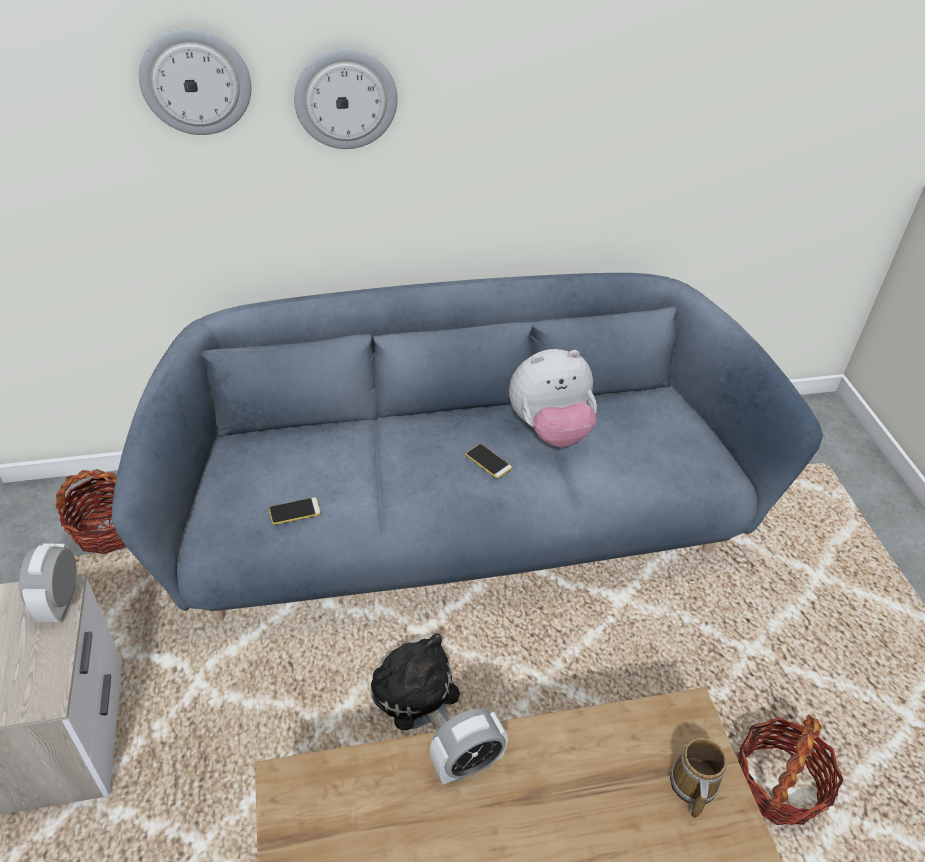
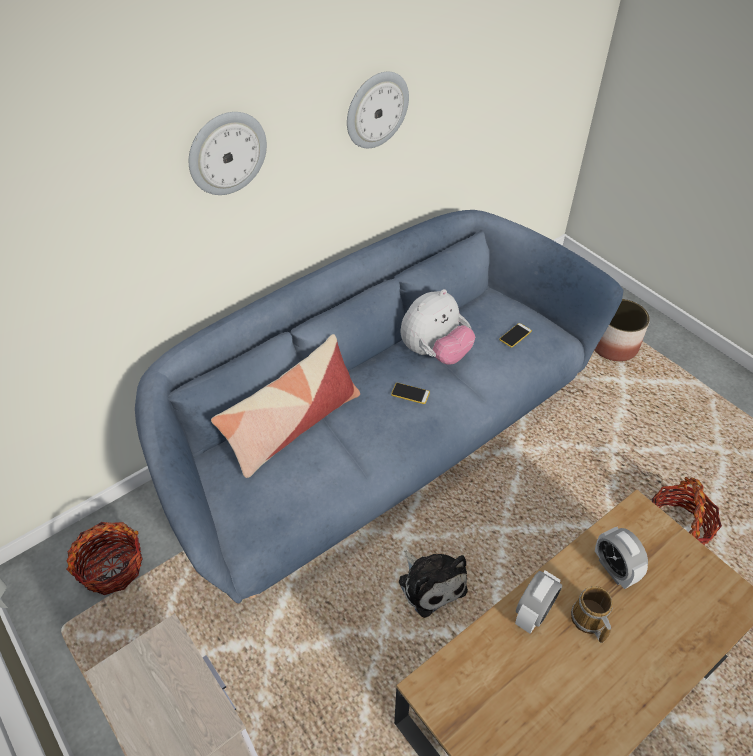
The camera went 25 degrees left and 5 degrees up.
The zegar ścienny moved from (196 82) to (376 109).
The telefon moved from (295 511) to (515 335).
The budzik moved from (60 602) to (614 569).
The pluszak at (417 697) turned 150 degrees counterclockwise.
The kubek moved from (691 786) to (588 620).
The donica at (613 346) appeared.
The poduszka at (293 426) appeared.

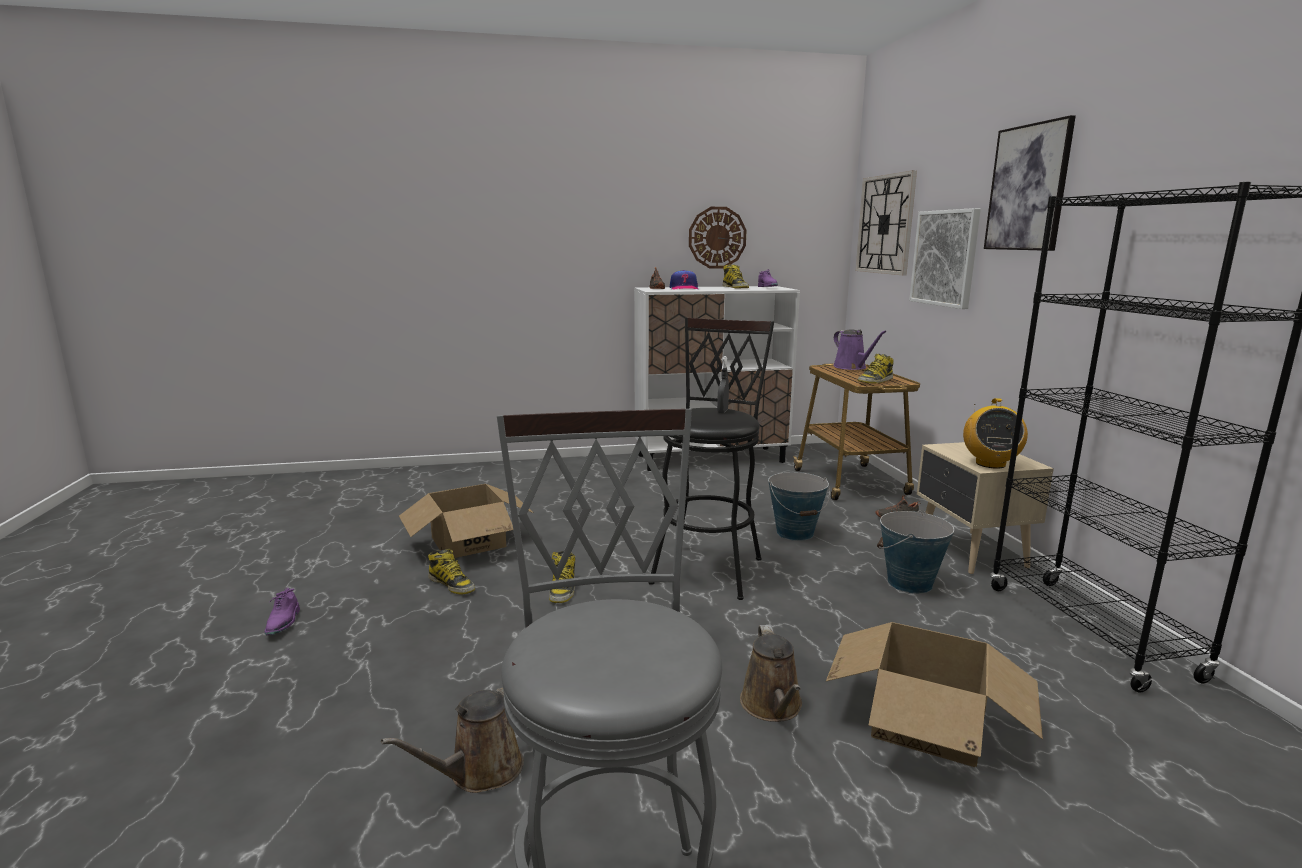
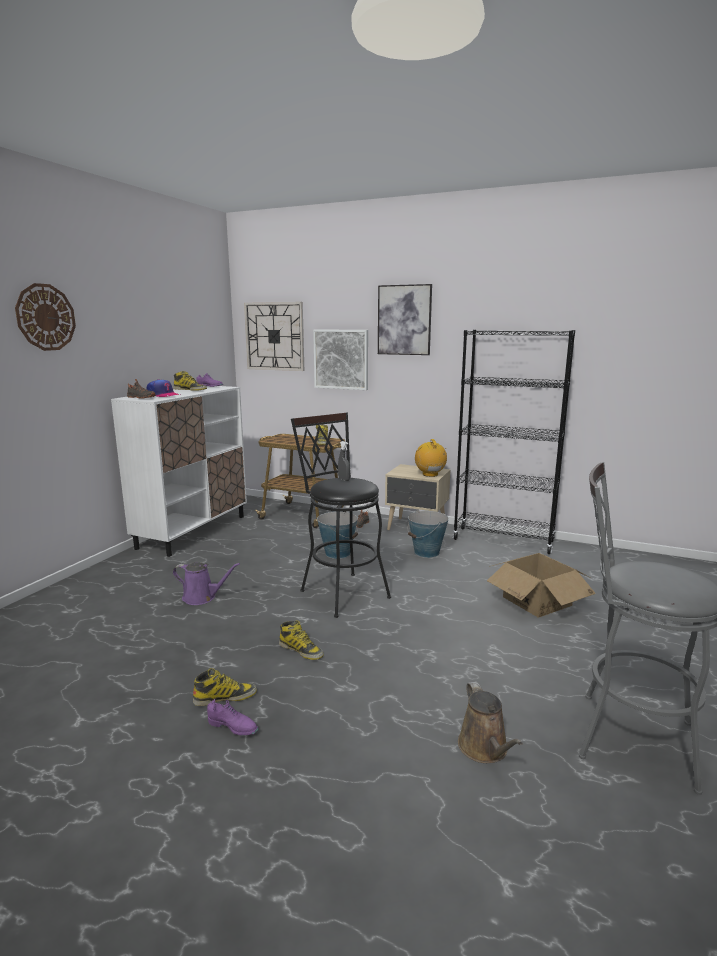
The camera went 55 degrees left and 0 degrees up.
The zegar ścienny moved from (717 237) to (45 317).
The konewka (fioletowy) moved from (852 367) to (202 597).
The radio at (990 464) turned 150 degrees counterclockwise.
The karton at (469 542) disappeared.
The but (fioletowy) moved from (283 623) to (233 727).
The konewka (brązowy) at (772 706) disappeared.

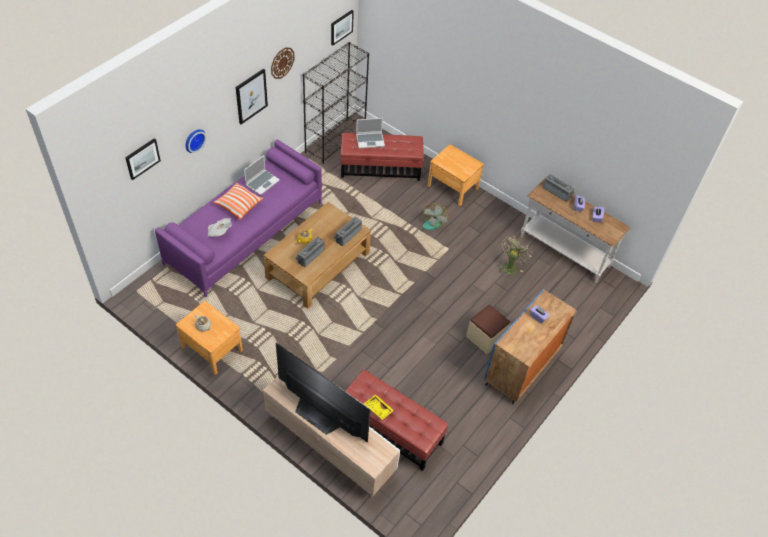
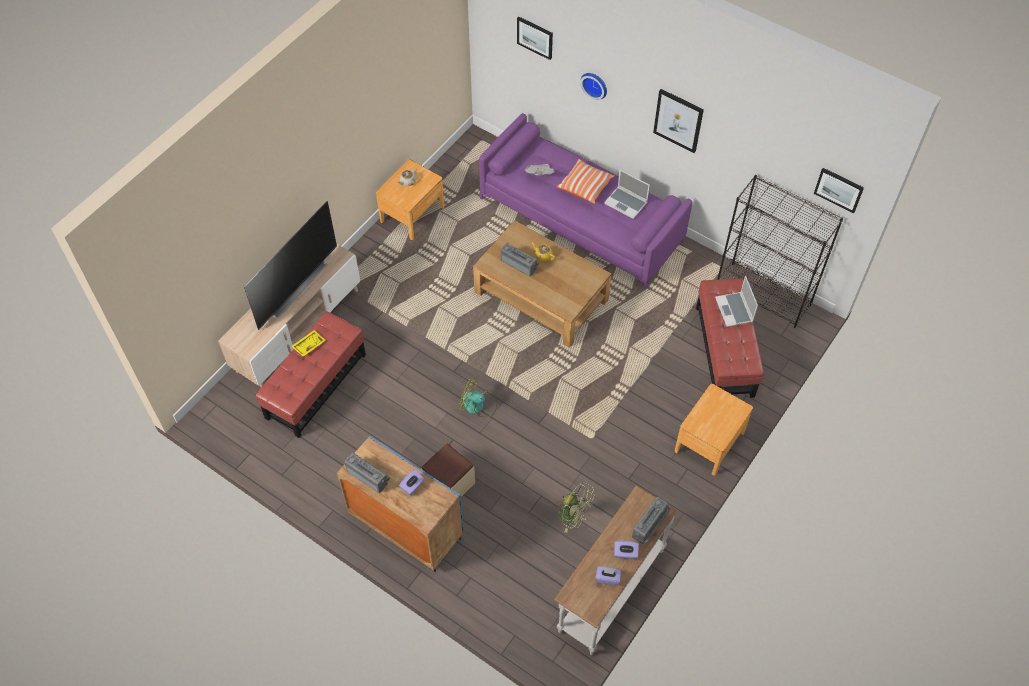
The camera went 90 degrees right and 5 degrees up.
The zegar ścienny at (282 62) disappeared.
The wentylator moved from (433 221) to (478 405).
The radio moved from (347 235) to (369 475).

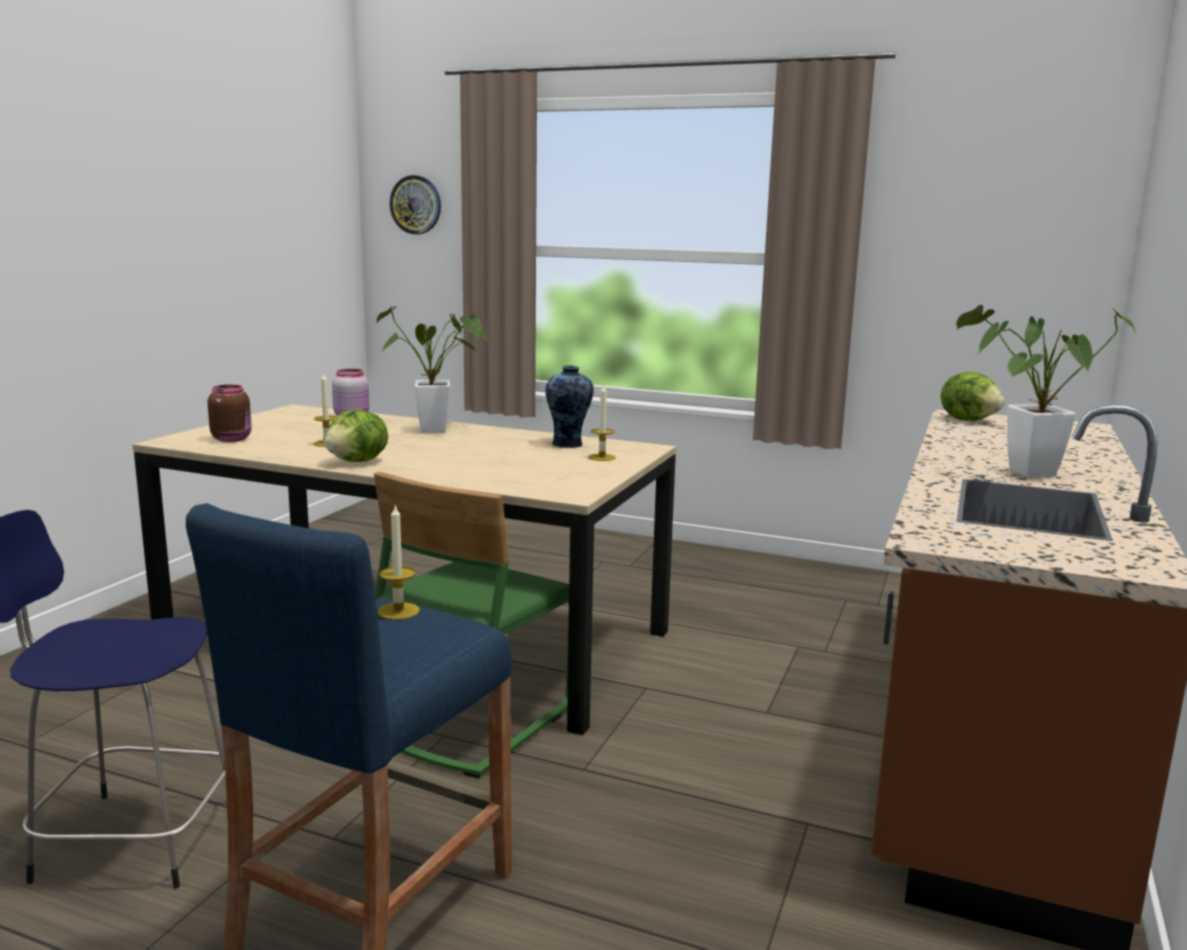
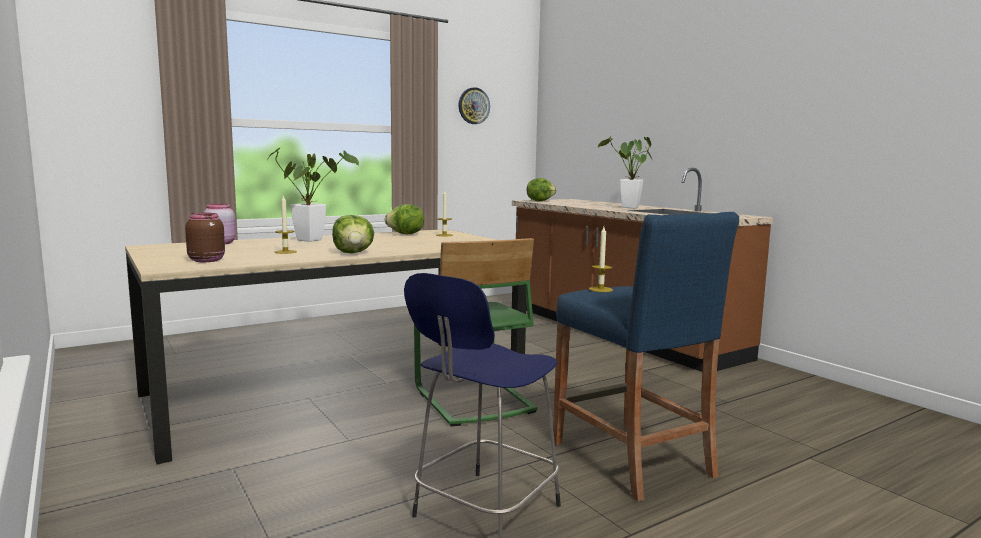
The camera went 55 degrees left and 5 degrees down.
The zegar ścienny moved from (416 205) to (473 106).
The wazon at (568 445) was replaced by the sałata at (406 234).

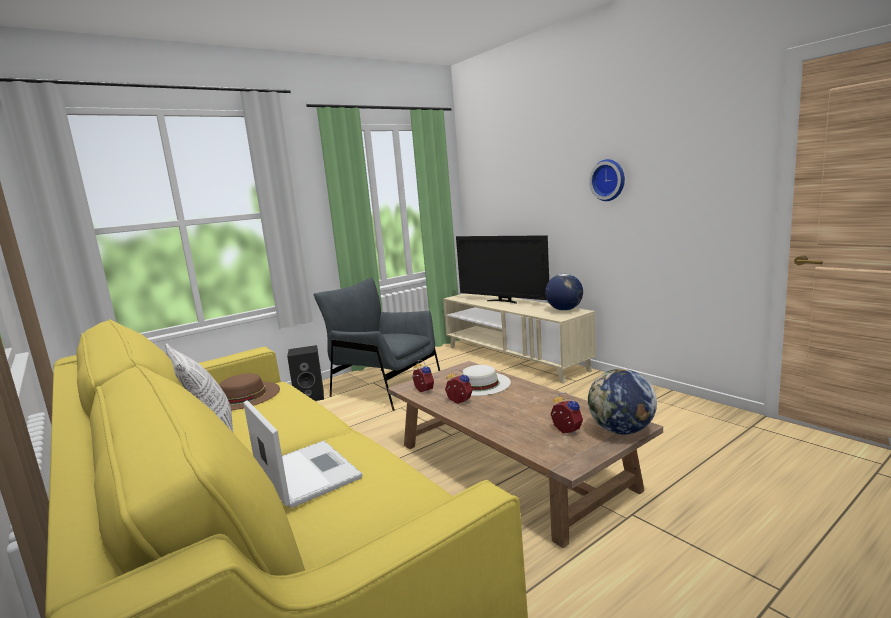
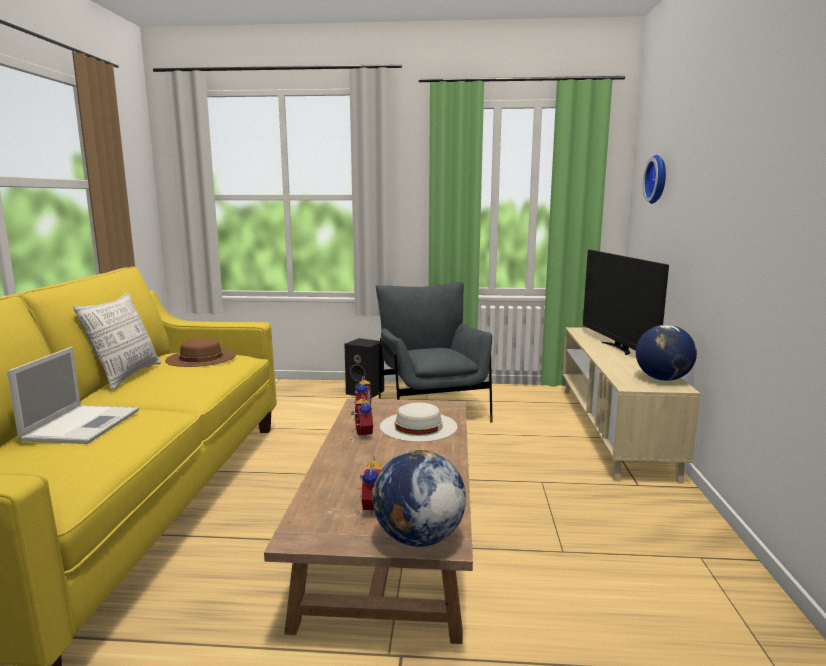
The camera went 40 degrees right and 0 degrees up.
The zegar ścienny moved from (609 180) to (658 179).

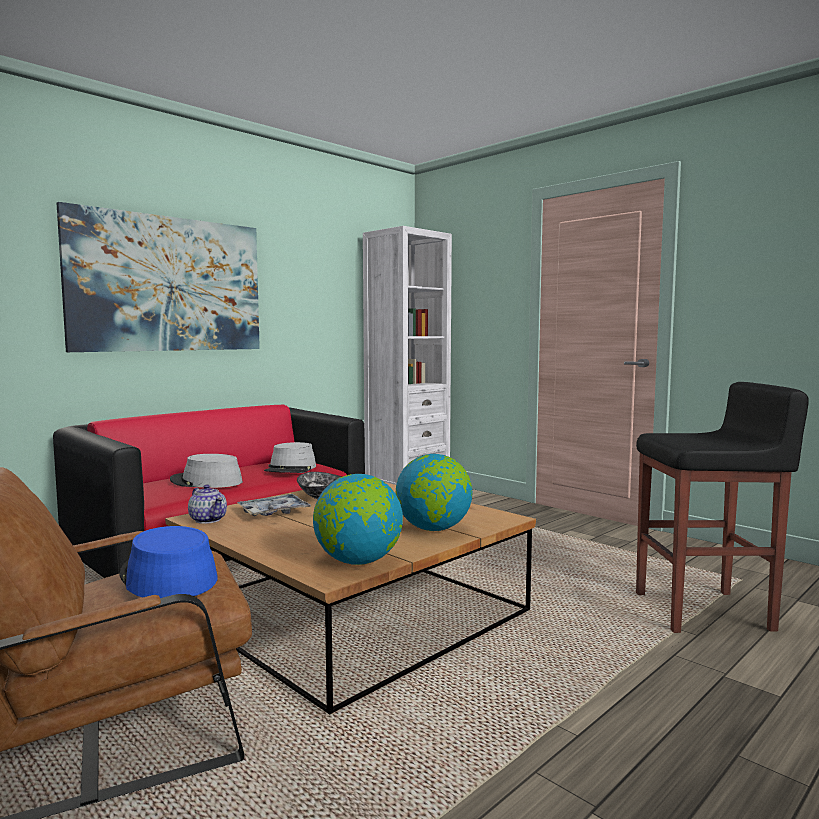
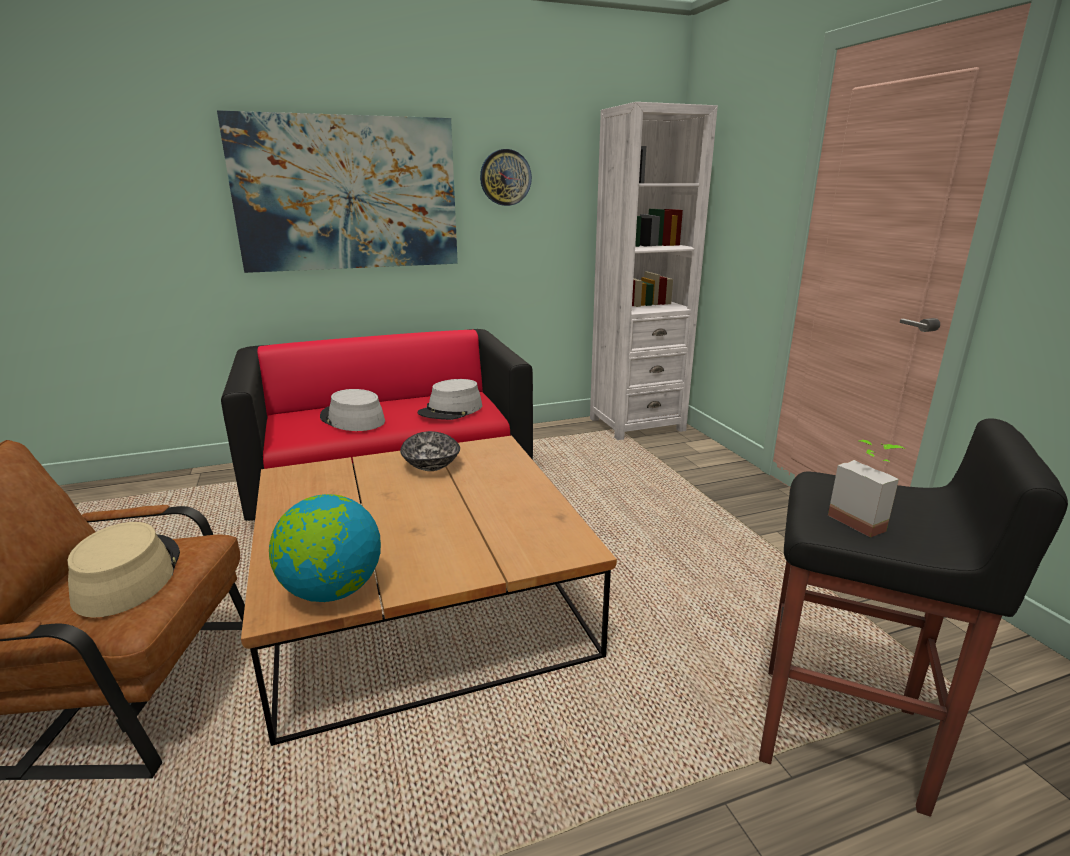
The camera went 25 degrees right and 15 degrees up.
The globus at (433 529) disappeared.
The imbryk at (208 519) disappeared.
The taca at (273 512) disappeared.
The kapelusz (niebieski) at (167 577) became the kapelusz (beżowy) at (127 576).
The zegar ścienny at (505 177) appeared.
The roślina doniczkowa at (863 520) appeared.

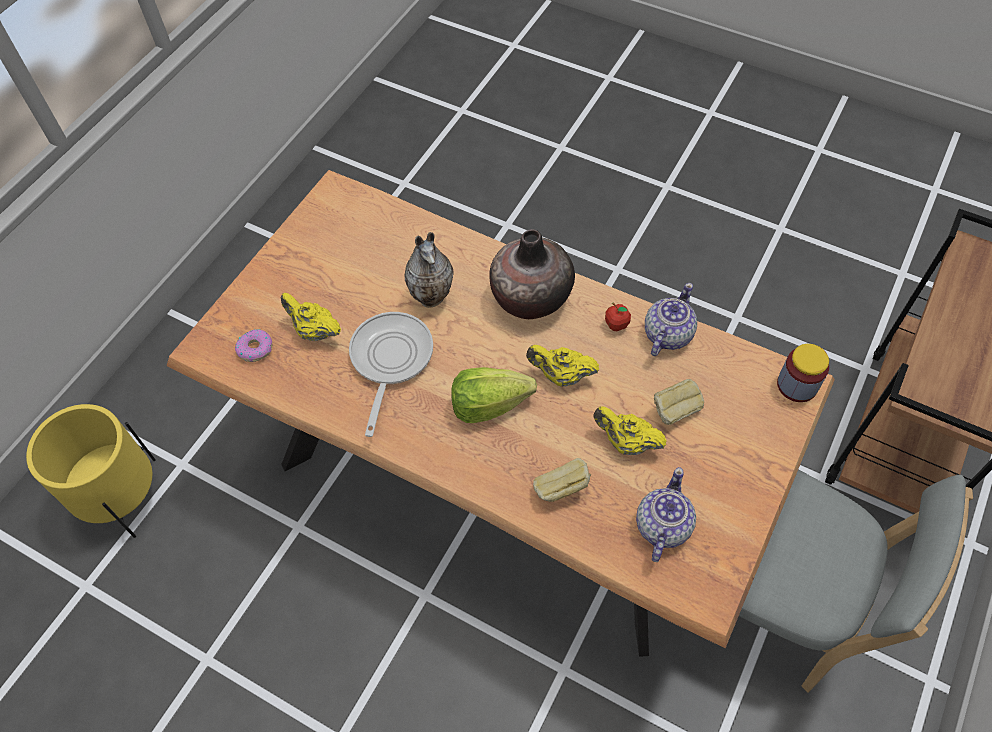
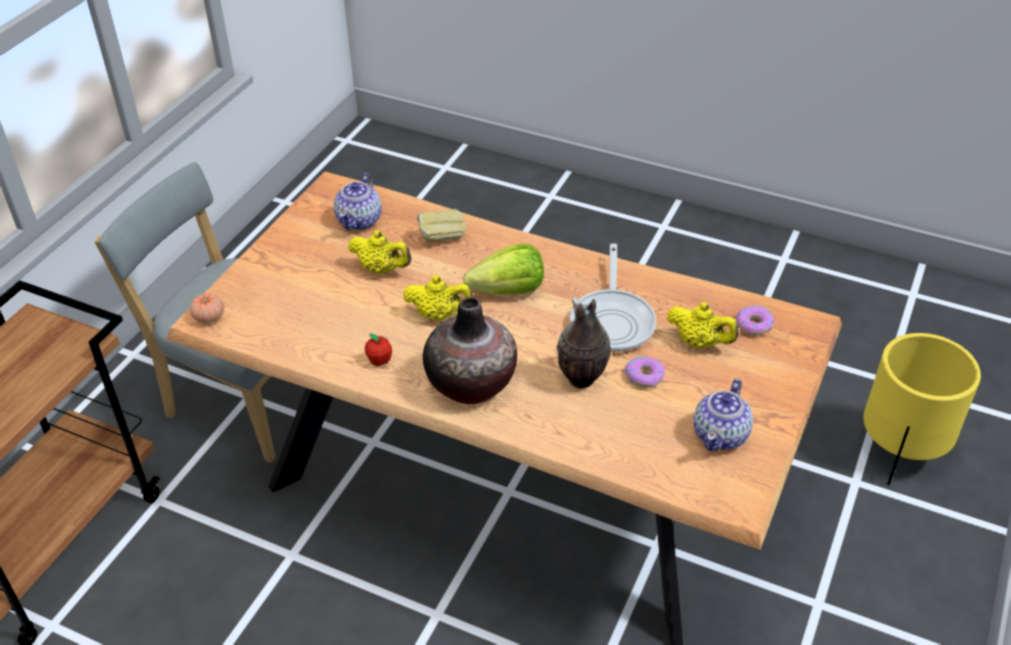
The camera went 175 degrees right and 15 degrees down.
The imbryk moved from (667 335) to (721 435).
The słoik at (797 385) was replaced by the pomidor at (209 317).
The chleb at (675 411) disappeared.
The donut at (644 376) appeared.

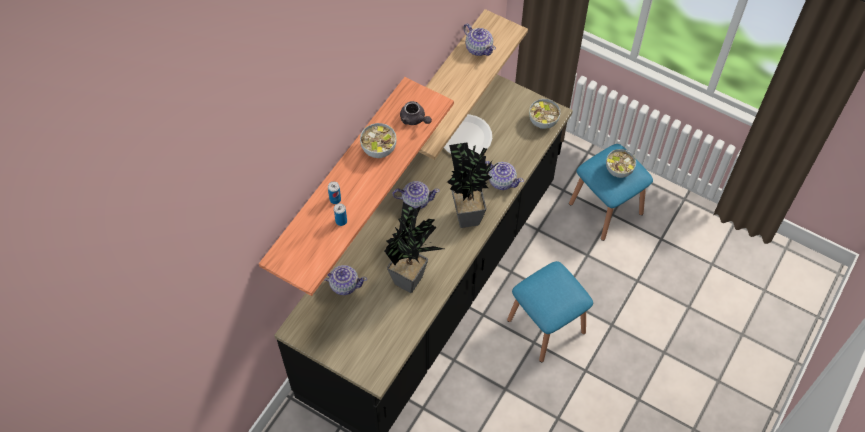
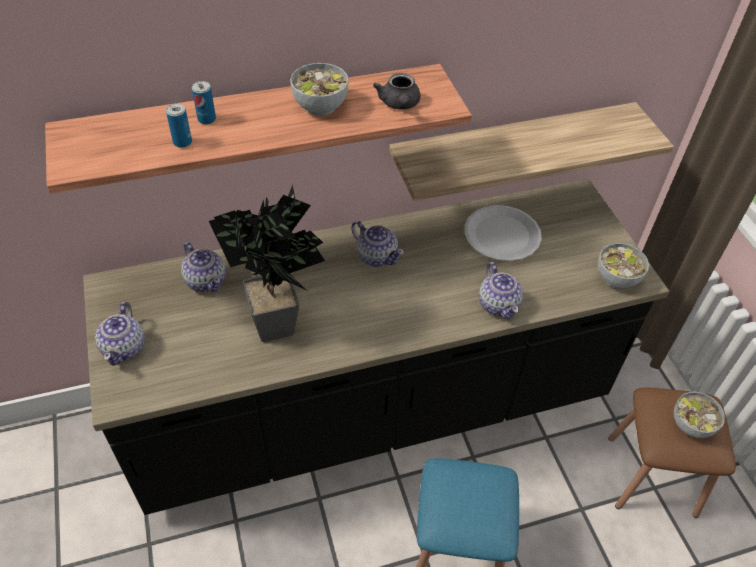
The camera went 40 degrees right and 10 degrees down.
The imbryk moved from (479 48) to (125 347).
The roślina doniczkowa at (469 213) disappeared.
The stołek (niebieski) at (605 208) became the stołek (brązowy) at (651 475).

